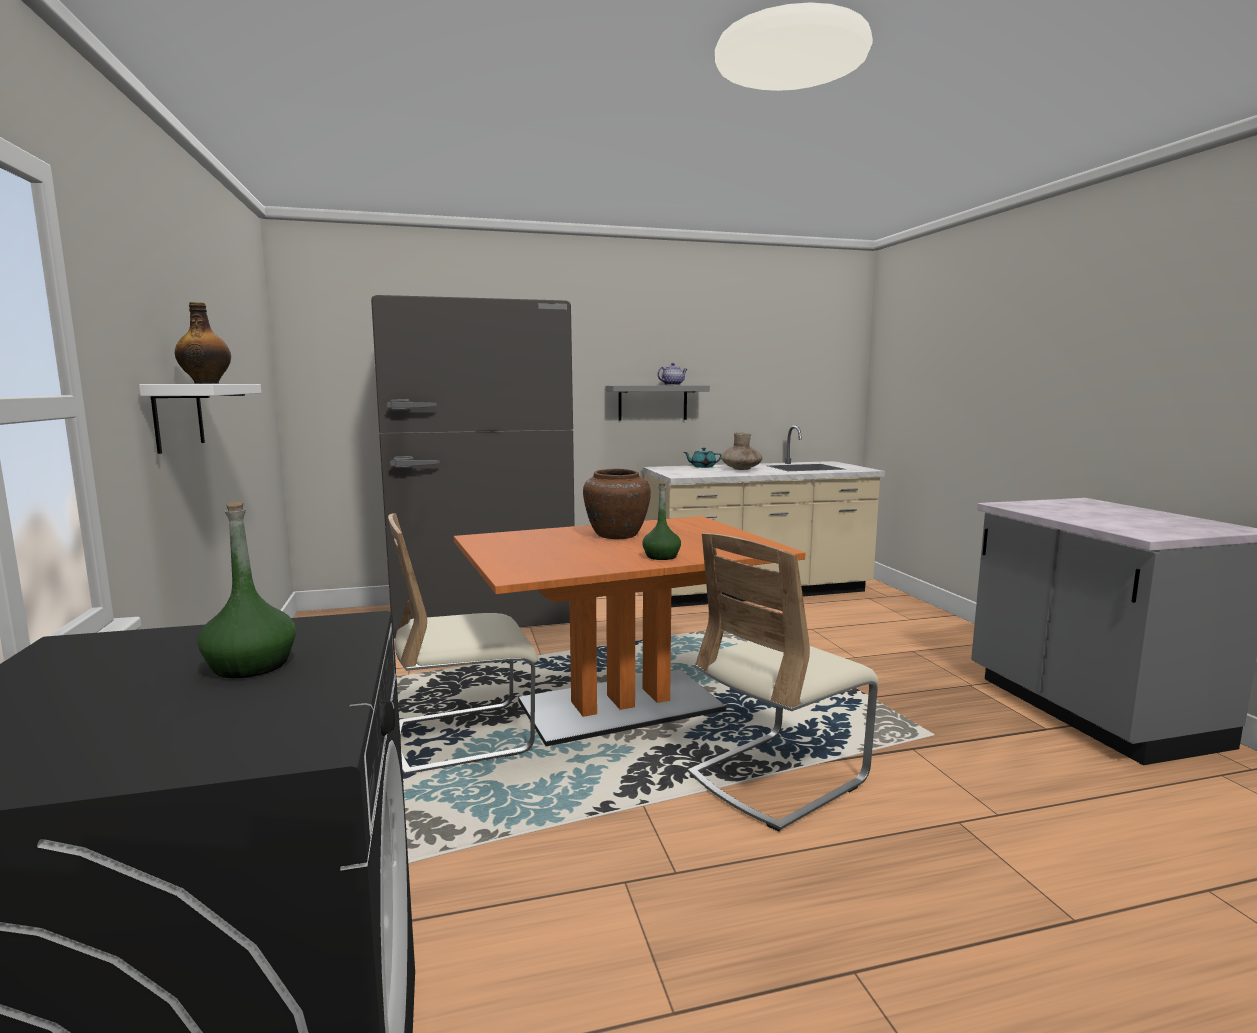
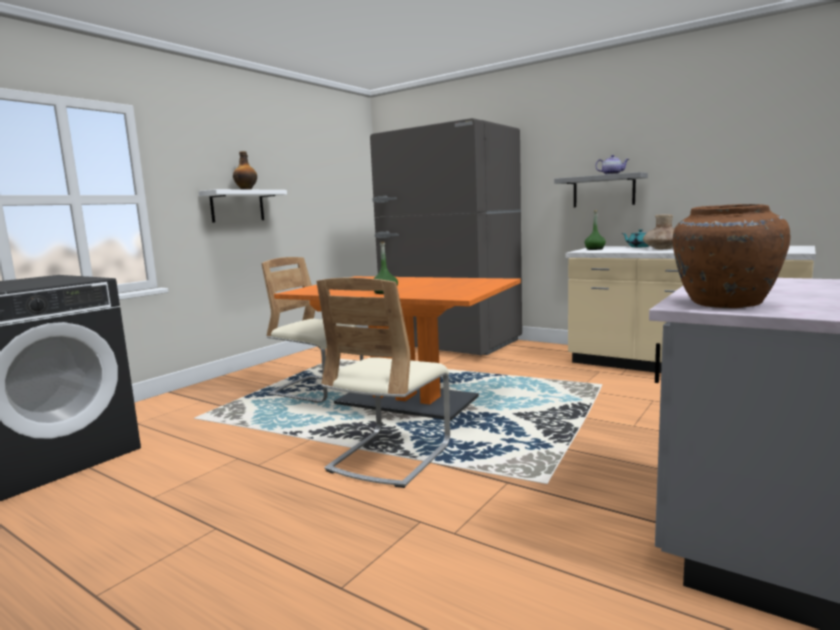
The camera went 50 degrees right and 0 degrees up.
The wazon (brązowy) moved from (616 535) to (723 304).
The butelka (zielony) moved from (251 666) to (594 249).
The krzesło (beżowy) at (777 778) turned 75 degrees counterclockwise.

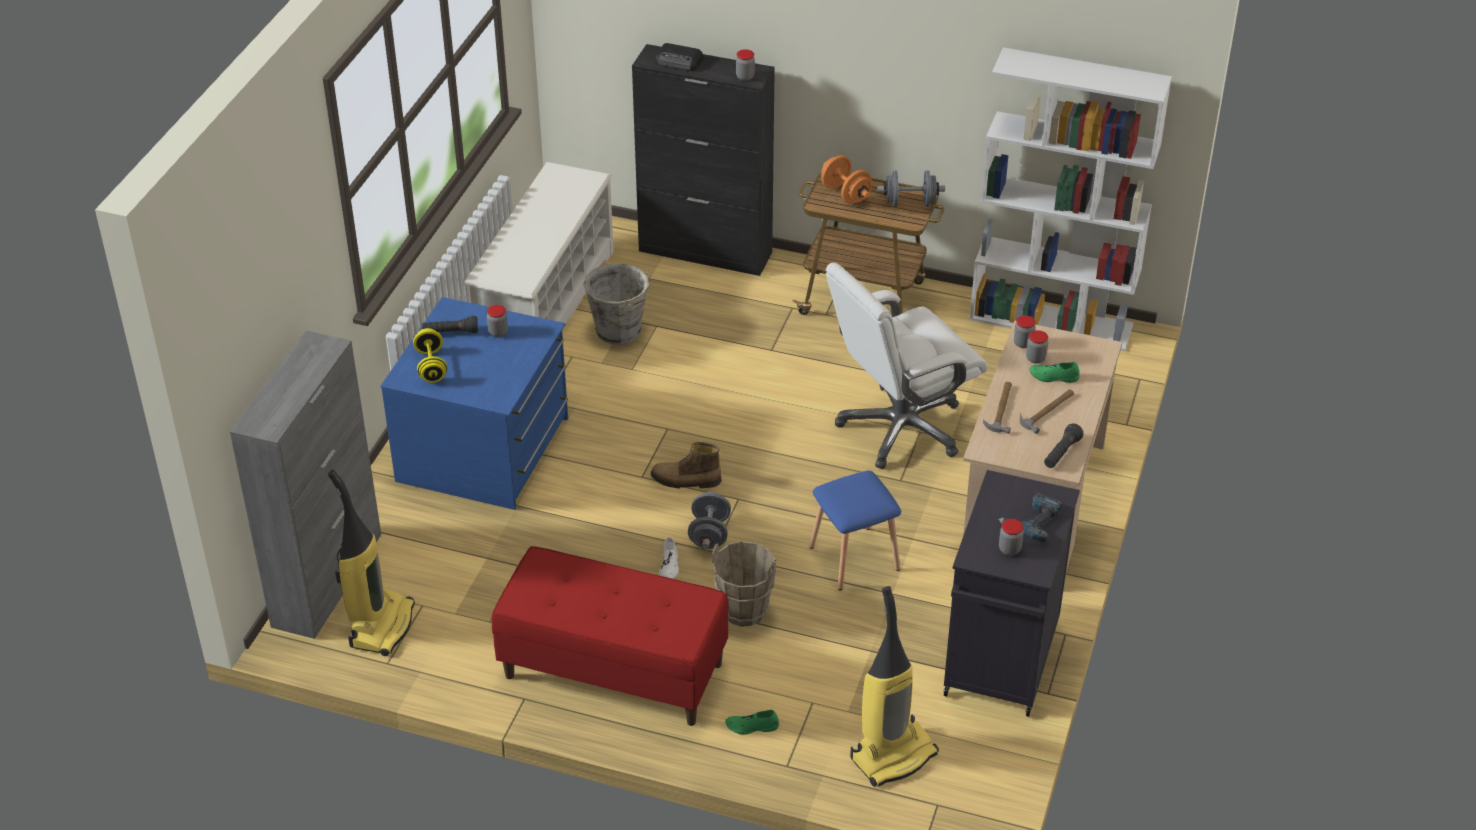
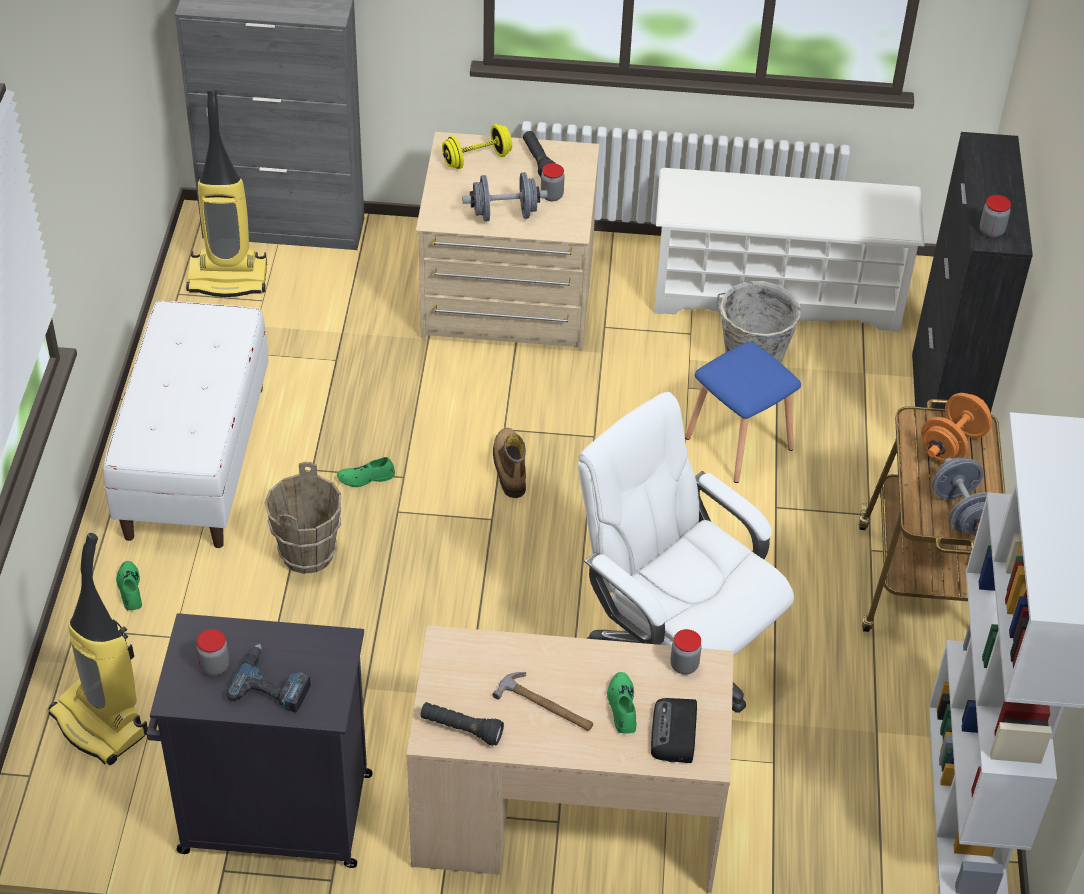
The camera went 75 degrees right and 5 degrees up.
The radio moved from (679 61) to (675 734).
The komoda (niebieski) at (485 450) became the komoda (beżowy) at (508 297).
The słoik at (1035 358) disappeared.
The młotek at (1001 408) disappeared.
The stołek (niebieski) moved from (853 559) to (737 442).
The hantel (szary) moved from (709 534) to (504 214).
The but (biały) at (669 565) became the but (zielony) at (366 477).
The ławka (czerwony) at (613 671) became the ławka (biały) at (195 460).

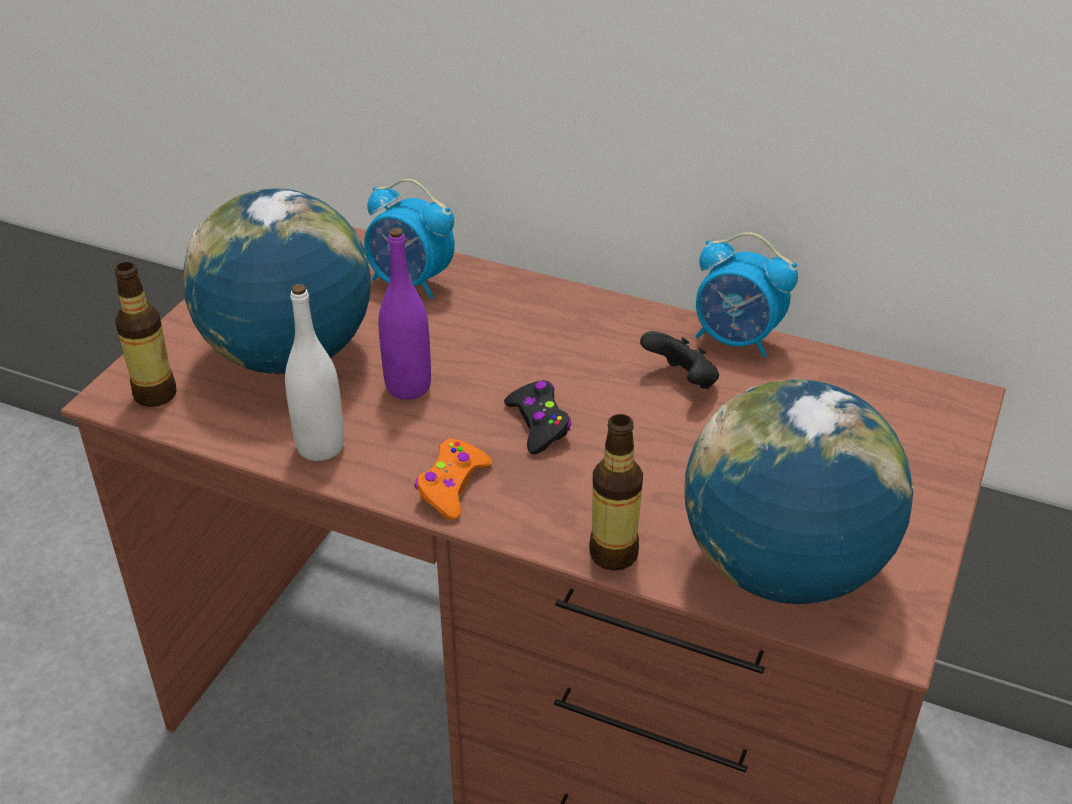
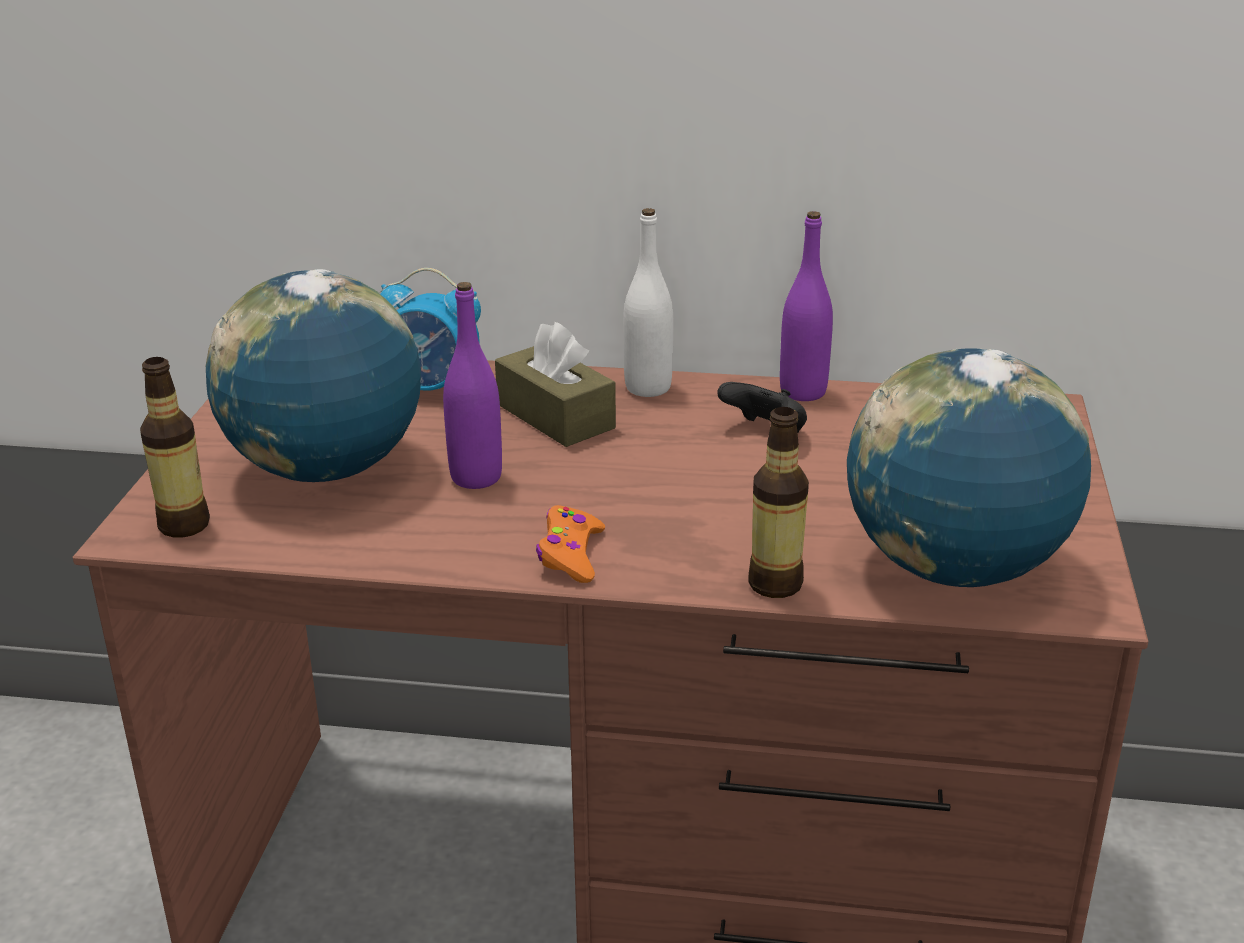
The camera went 15 degrees left and 10 degrees down.
The budzik at (737 340) was replaced by the butelka (fioletowy) at (803 392).
The butelka (biały) moved from (320 447) to (648 388).
The pad do gier (czarny) at (539 424) disappeared.
The pudełko chusteczek (brązowy) at (555 416) appeared.

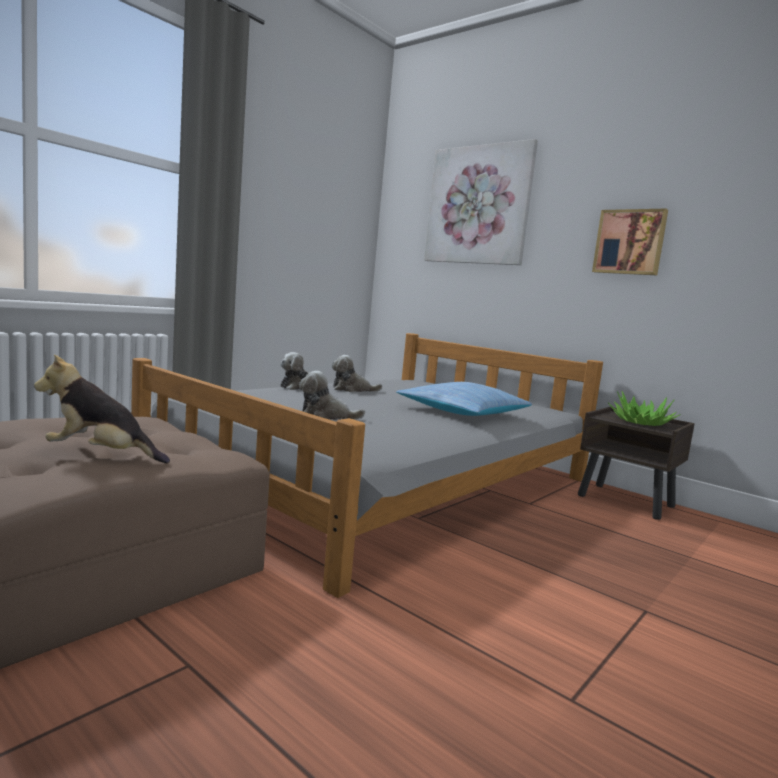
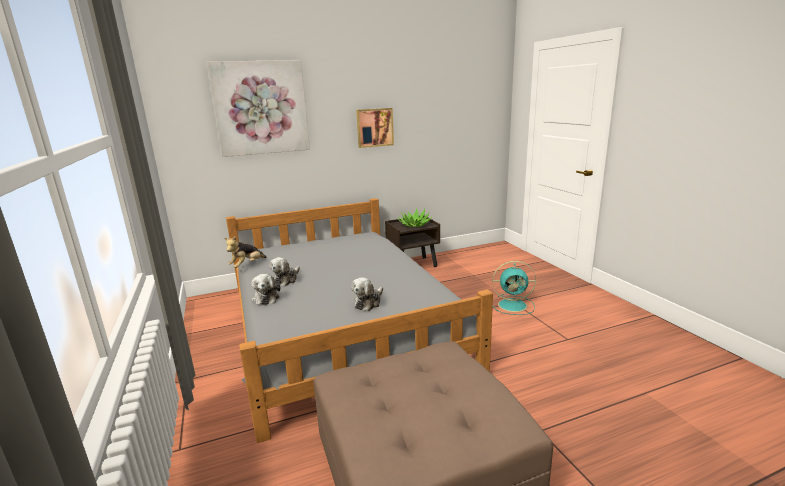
The camera went 60 degrees left and 10 degrees up.
The pluszak moved from (101 455) to (247 265).
The poduszka at (462 412) disappeared.
The wentylator (turkusowy) at (514 305) appeared.

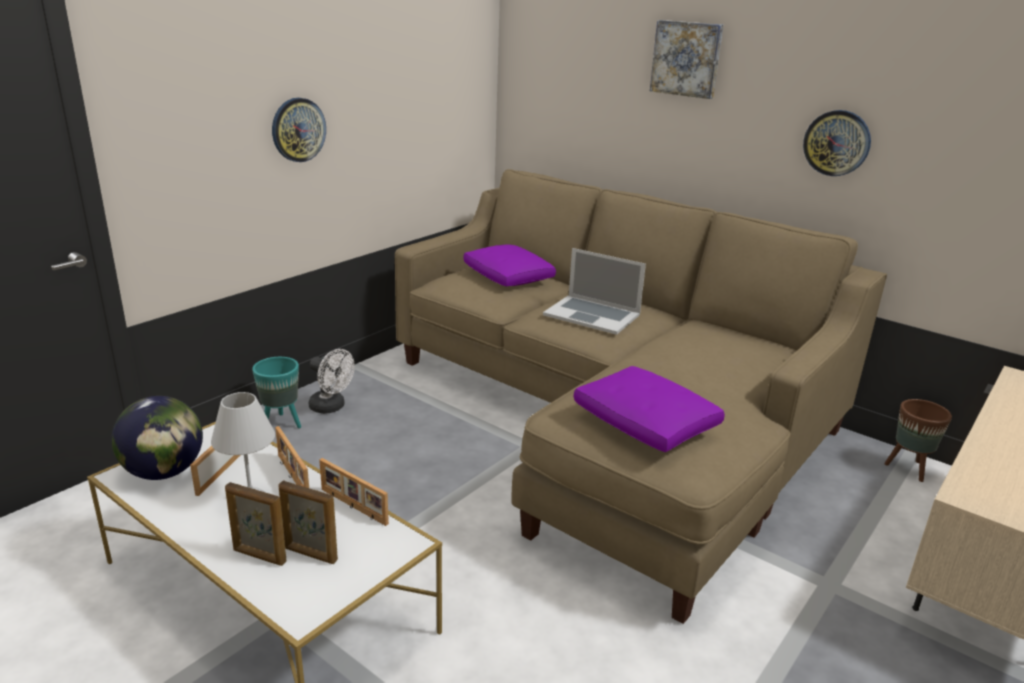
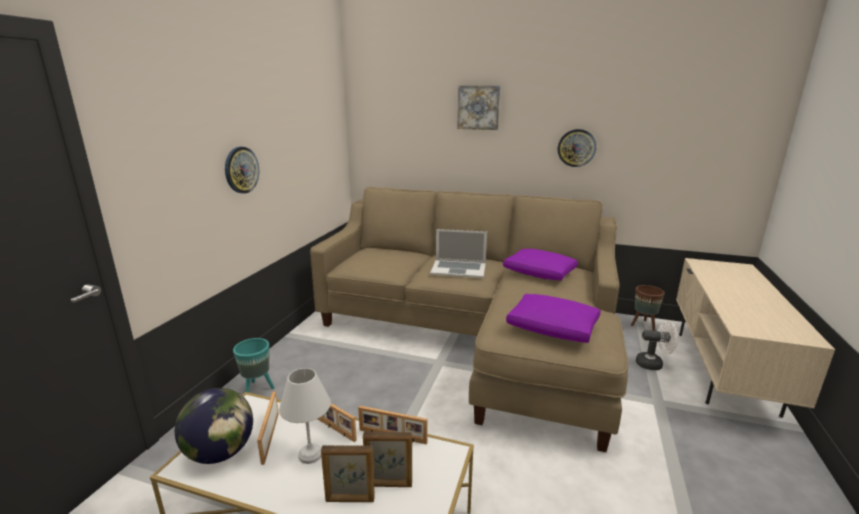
The camera went 20 degrees left and 5 degrees down.
The poduszka (fioletowy) moved from (508 277) to (540 273).
The wentylator (biały) moved from (331 407) to (653 364).

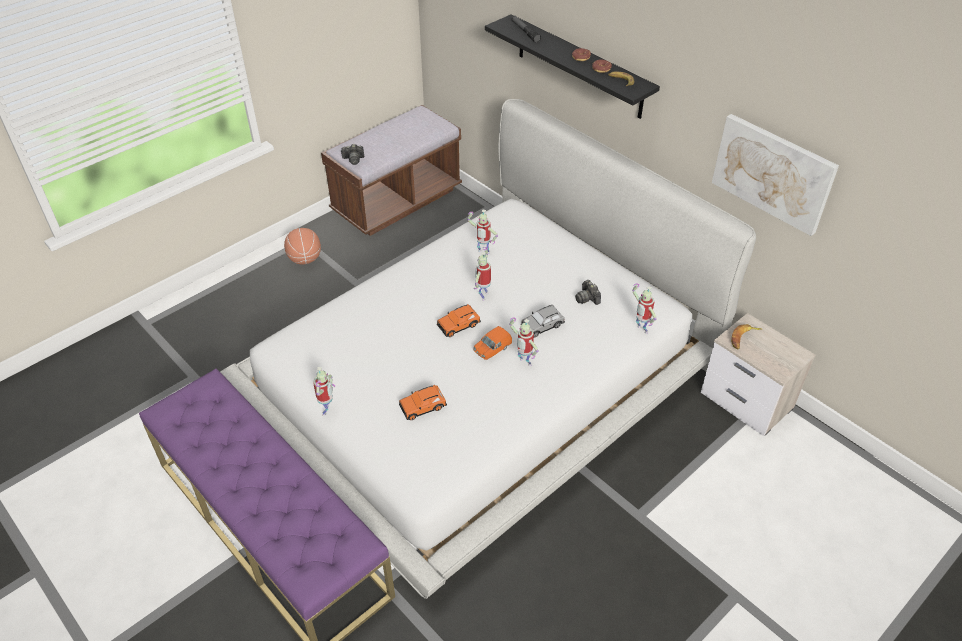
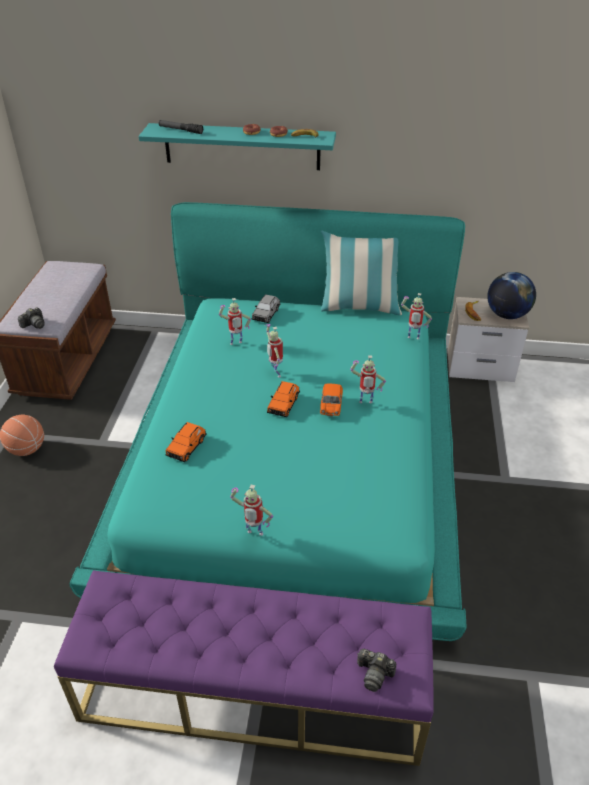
The camera went 40 degrees left and 5 degrees down.
The półka (czarny) at (579 67) became the półka (turkusowy) at (242 146).
The łóżko (biały) at (481 380) became the łóżko (turkusowy) at (294 457).
The obraz at (773 173) disappeared.
The aparat fotograficzny moved from (587 298) to (374 674).
The samochodzik (szary) moved from (542 326) to (266 314).
The robot zabawkowy at (327 411) turned 135 degrees clockwise.
The samochodzik (pomarańczowy) moved from (423 407) to (186 447).
The poduszka at (359 307) appeared.
The globus at (507 315) appeared.

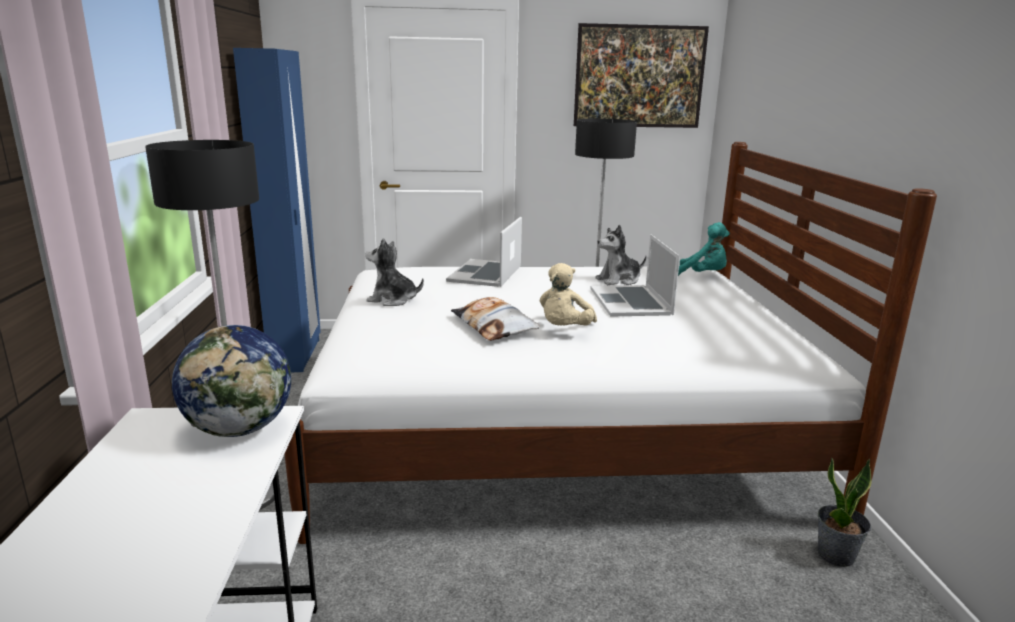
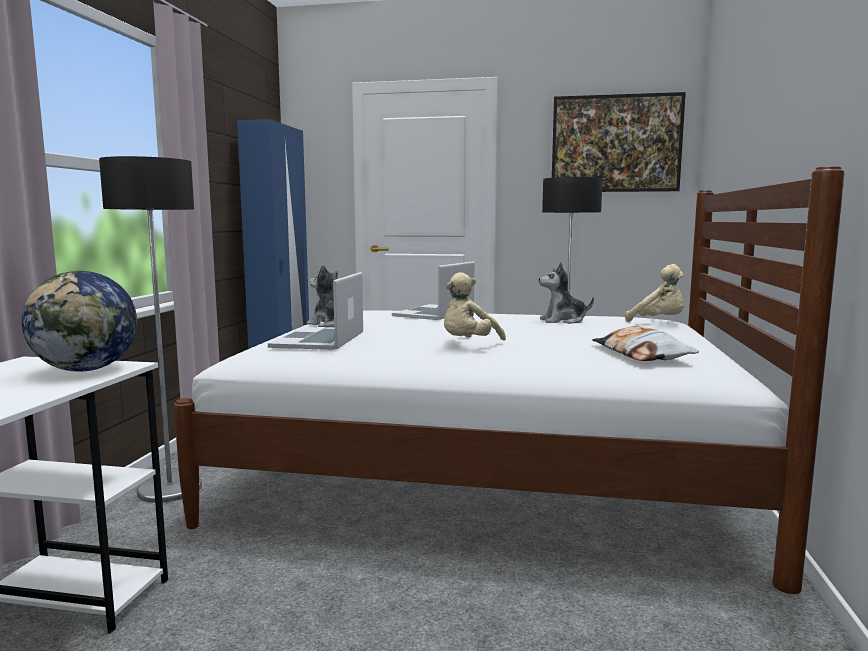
The camera went 15 degrees right and 10 degrees down.
The pluszak (turkusowy) at (702 276) became the pluszak (beżowy) at (659 322).
The laptop moved from (631 301) to (319 339).
The poduszka moved from (494 326) to (642 354).
The roślina doniczkowa at (836 555) disappeared.

